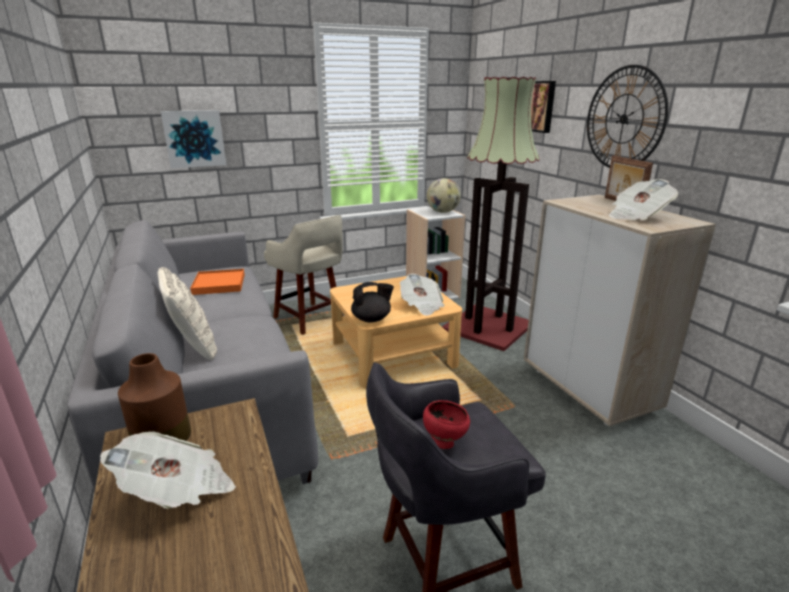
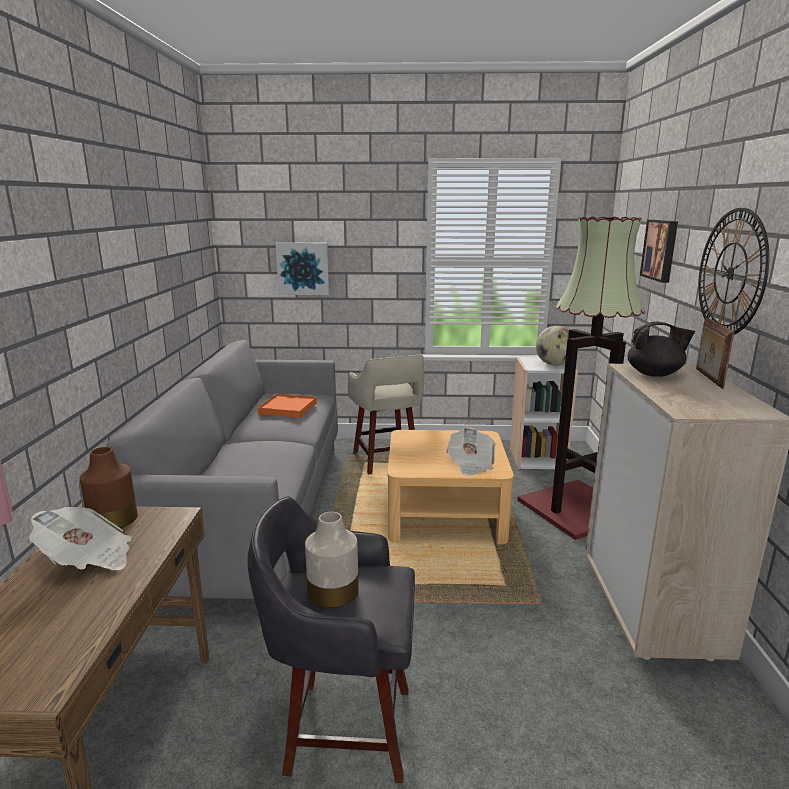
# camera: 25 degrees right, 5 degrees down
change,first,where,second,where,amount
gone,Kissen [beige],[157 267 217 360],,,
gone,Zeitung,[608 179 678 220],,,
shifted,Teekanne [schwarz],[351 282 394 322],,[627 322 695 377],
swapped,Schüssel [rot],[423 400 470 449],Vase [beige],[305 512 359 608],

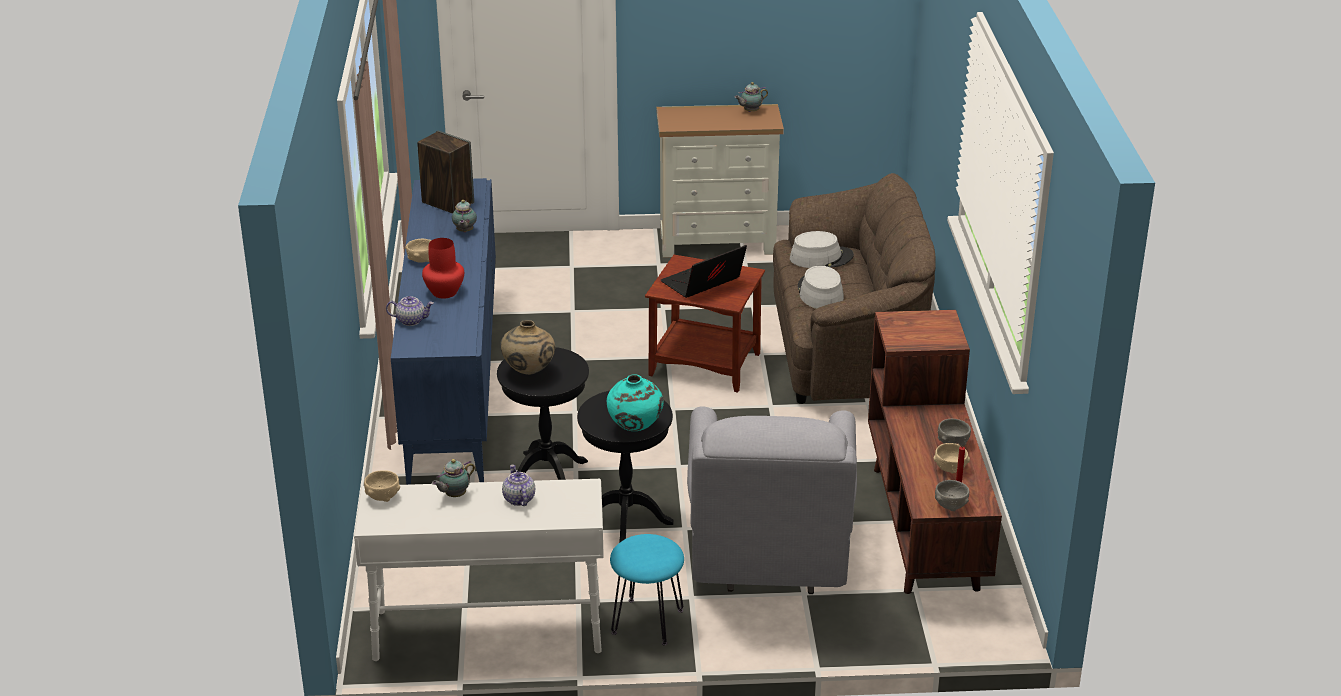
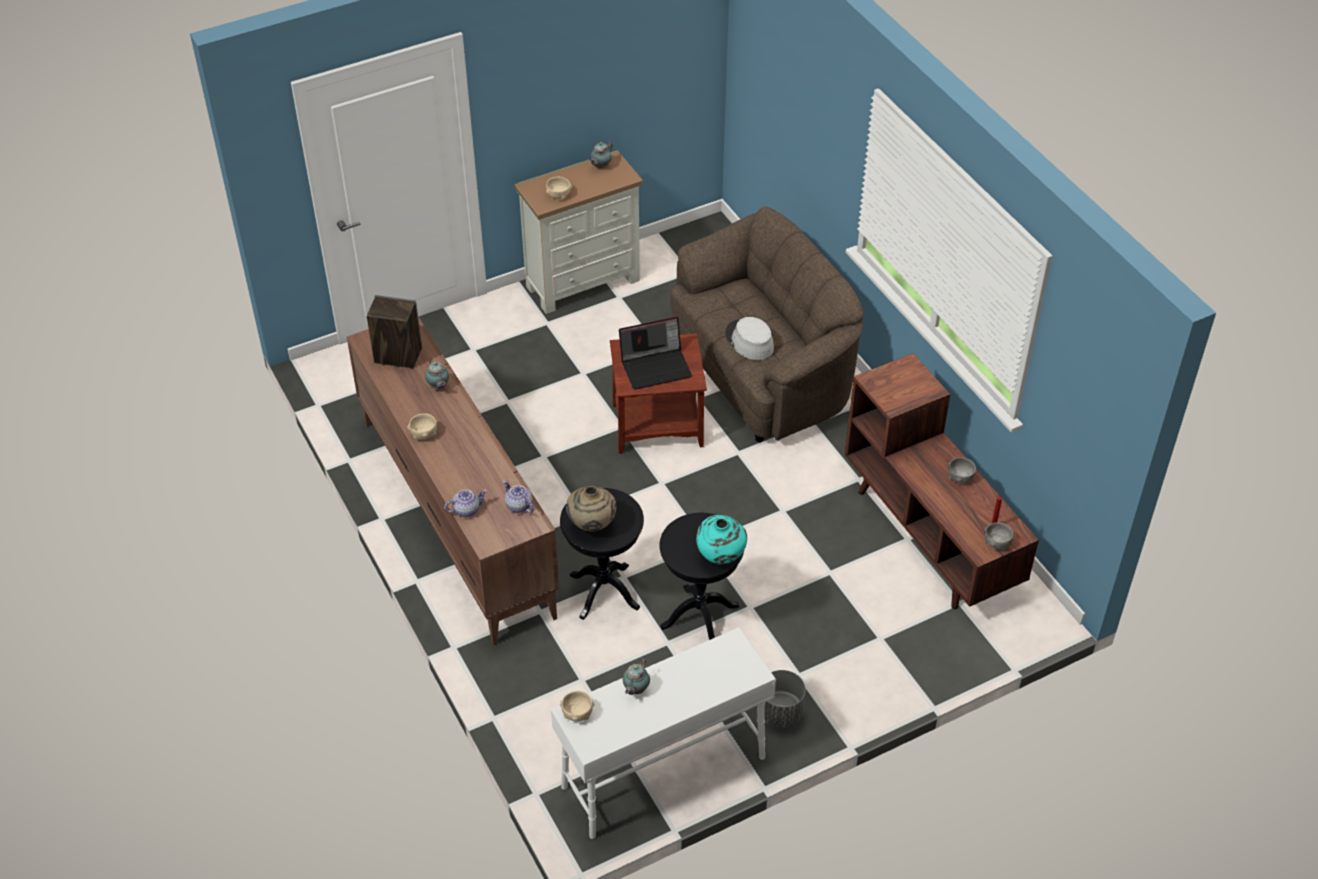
# camera: 25 degrees left, 15 degrees up
change,first,where,second,where,amount
gone,Vase [rot],[422 238 464 299],,,
gone,Sessel [grau],[687 406 857 594],,,
gone,Hut [grau],[790 231 854 268],,,
shifted,Teekanne,[502 465 535 506],,[503 480 534 513],
shifted,Schüssel [beige],[934 443 970 473],,[546 177 572 199],
swapped,Hocker [türkis],[610 534 684 646],Pflanzkübel [grau],[764 670 806 728],
repainted,Schrank [blau],[391 178 496 485],Schrank [braun],[347 317 559 646],
rotated,Laptop,[661 245 747 298],,[619 317 692 389],135 degrees counterclockwise

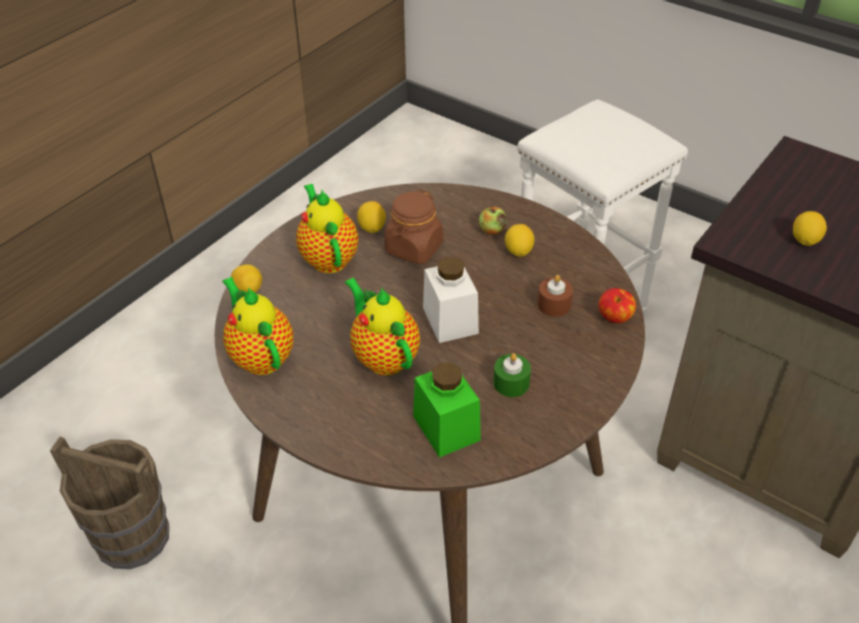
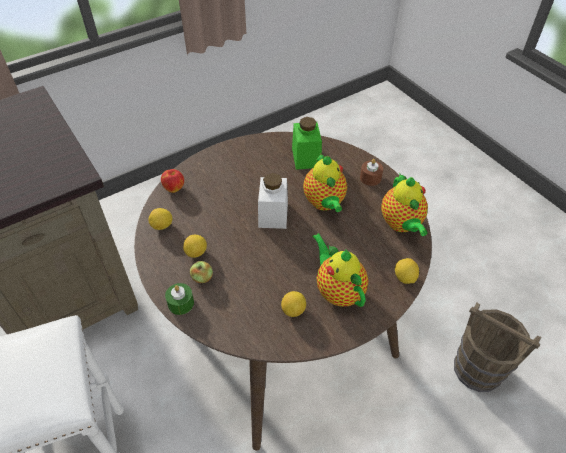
# camera: 160 degrees left, 5 degrees up
change,first,where,second,where,amount
gone,Vorratsglas [braun],[384 190 443 264],,,
shifted,Kerze [grün],[493 353 531 397],,[165 283 194 315],
shifted,Kerze [braun],[538 275 573 317],,[360 159 383 186],
shifted,Zitrone,[793 211 827 246],,[148 208 172 230],
rotated,Teekanne,[296 184 359 273],,[312 233 368 307],150 degrees clockwise

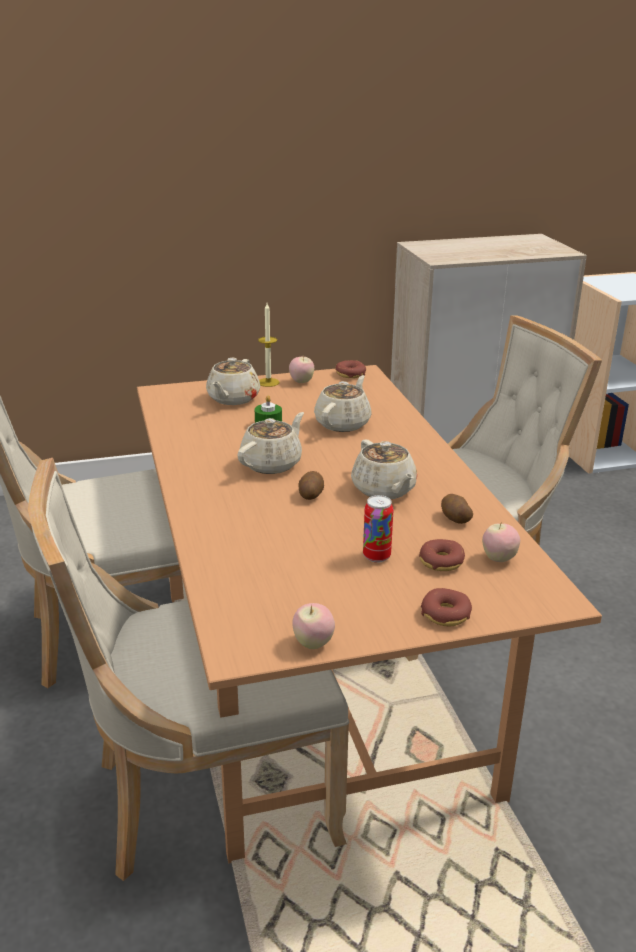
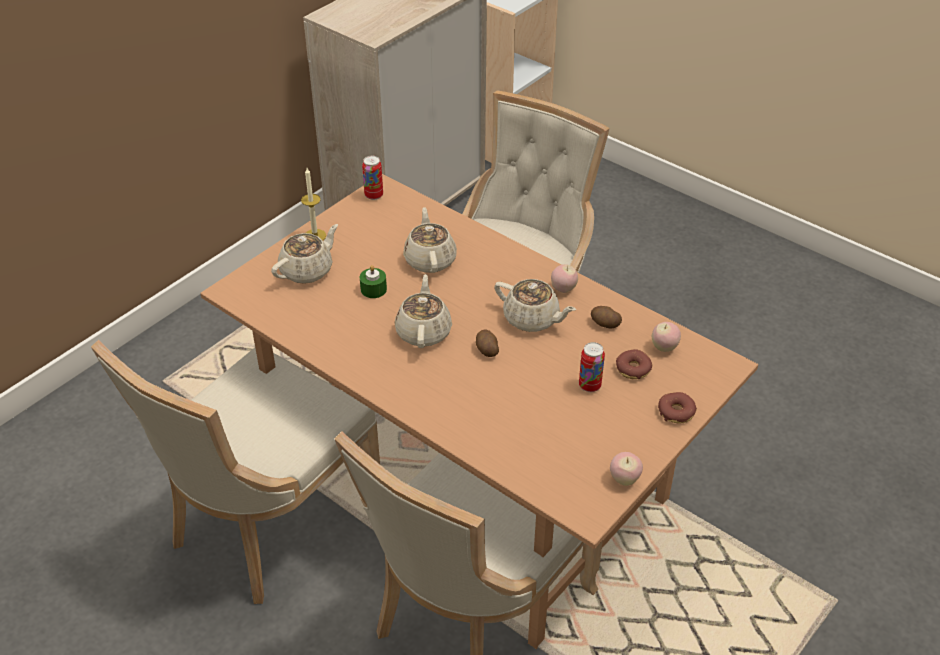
# camera: 35 degrees left, 15 degrees up
change,first,where,second,where,amount
shifted,Apfel,[289 356 314 383],,[551 264 578 293],
swapped,Donut,[335 360 366 378],Dose,[362 156 383 200],
rotated,Teekanne [beige],[206 358 260 405],,[271 224 338 284],120 degrees counterclockwise

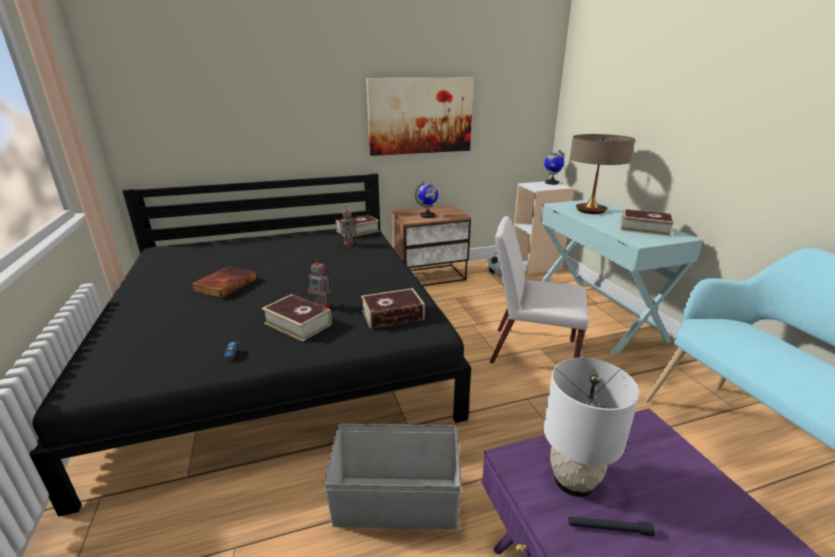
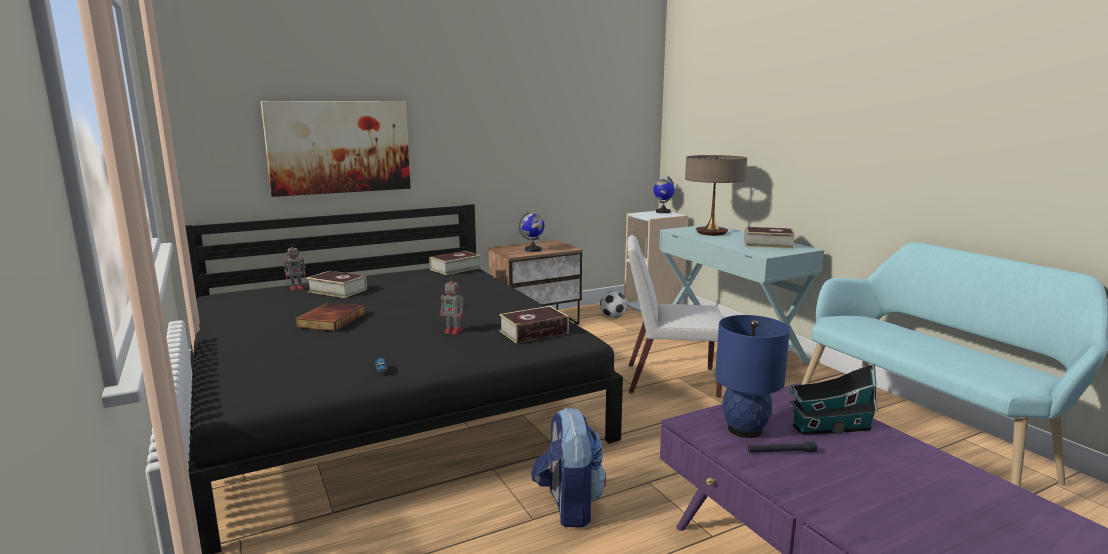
# camera: 10 degrees left, 10 degrees down
change,first,where,second,where,amount
new,,,Spielzeughaus,[790 363 878 435],
shifted,Buch,[262 294 332 342],,[307 271 367 298],
shifted,Spielzeugroboter,[340 207 357 246],,[284 243 306 291],
shifted,Bild,[366 78 474 156],,[261 101 411 197],
swapped,Aufbewahrungsbox [grau],[323 424 462 529],Rucksack,[531 408 606 528],
repainted,Tischlampe [weiß],[544 358 640 497],Tischlampe [blau],[715 315 790 438],

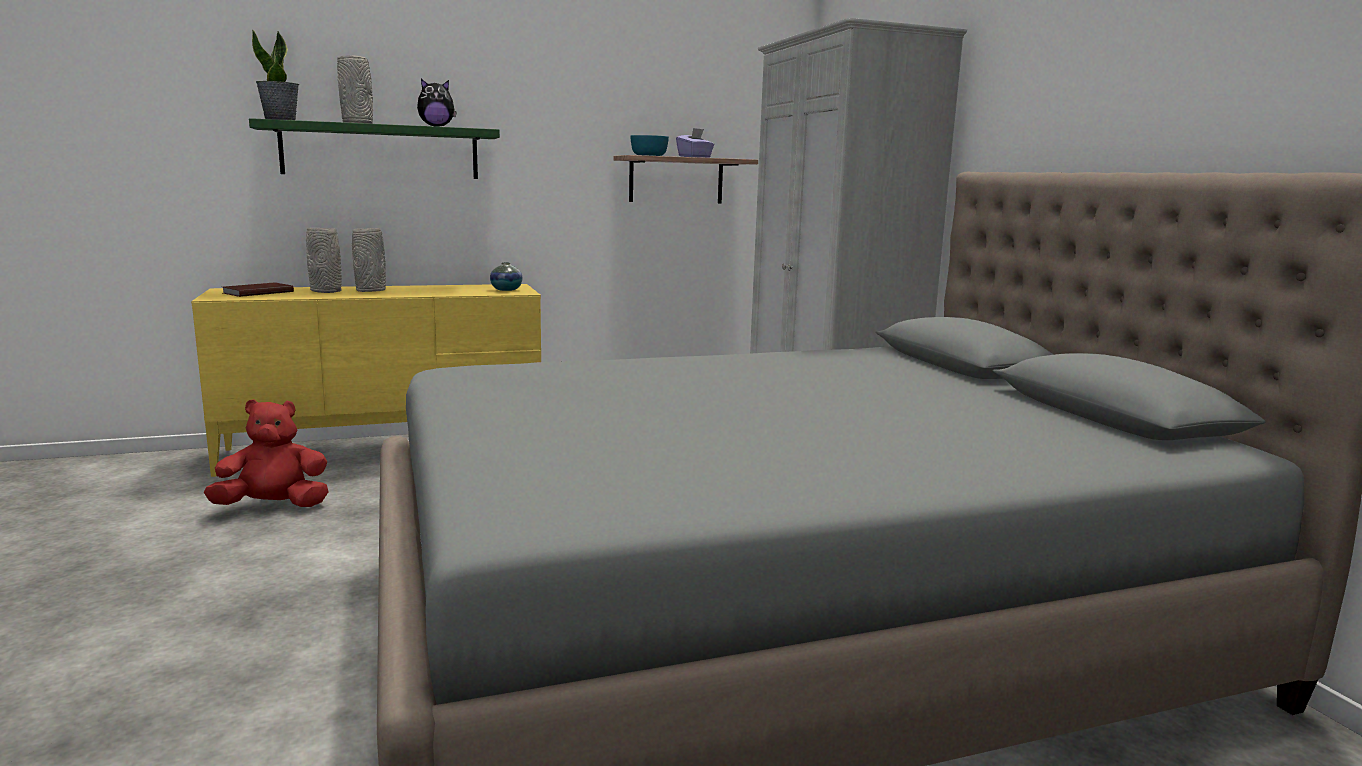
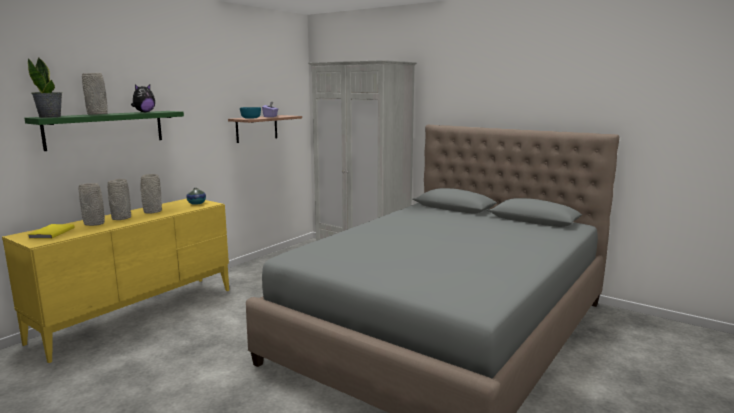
# camera: 35 degrees left, 0 degrees up
change,first,where,second,where,amount
gone,Plüschtier [rot],[204 399 328 507],,,
new,,,Vase [grau],[140 174 162 214],
repainted,Buch [braun],[223 282 294 297],Buch [gelb],[28 224 75 239],

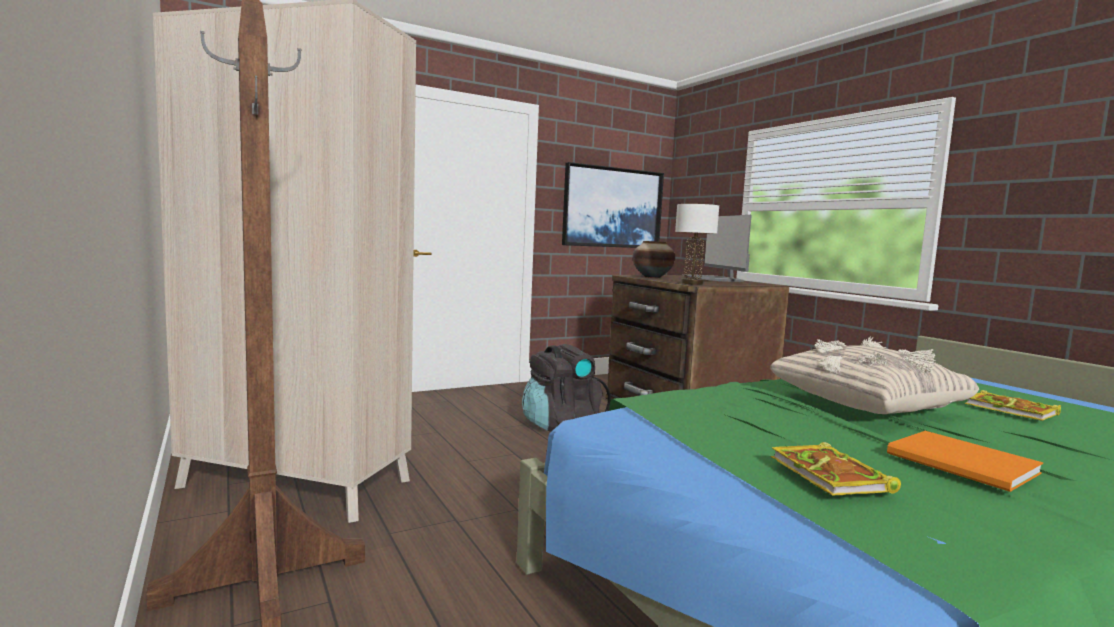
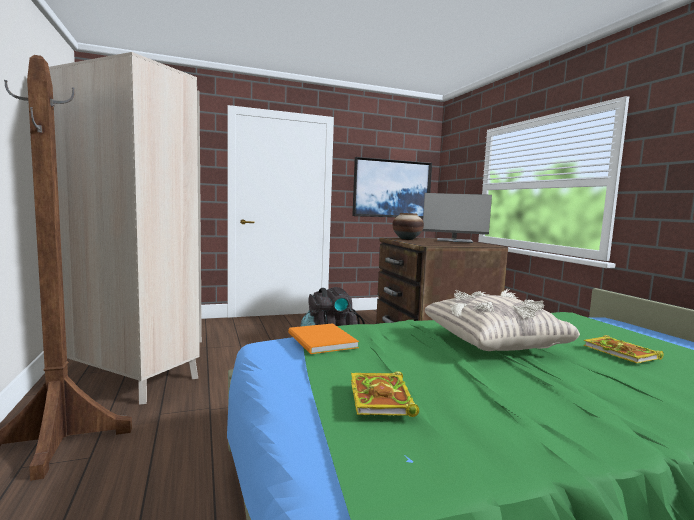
# camera: 10 degrees right, 0 degrees up
change,first,where,second,where,amount
gone,Tischlampe,[675 204 719 285],,,
shifted,Buch [orange],[887 431 1043 492],,[288 323 359 354],
rotated,Monitor,[683 215 752 282],,[422 193 492 243],75 degrees counterclockwise

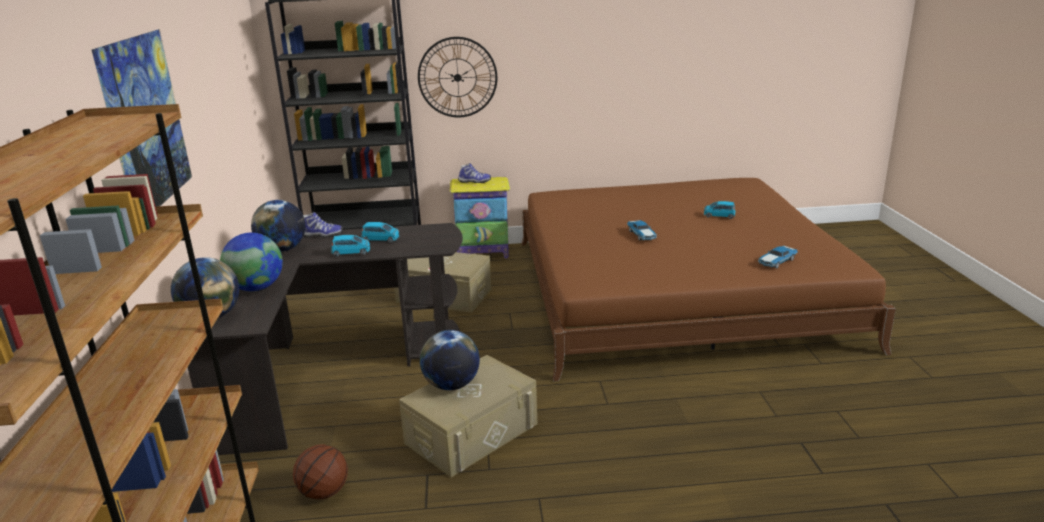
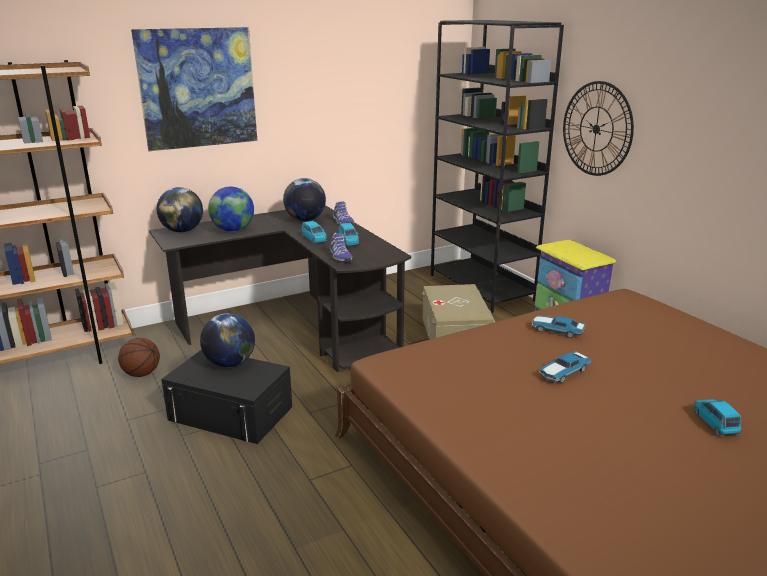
# camera: 65 degrees right, 0 degrees up
change,first,where,second,where,amount
shifted,Schuh,[458 163 491 183],,[330 233 352 263],
shifted,Spielzeugauto,[758 246 798 268],,[532 316 586 338],
repainted,Aufbewahrungsbox [beige],[399 355 538 477],Aufbewahrungsbox [schwarz],[161 349 292 444],

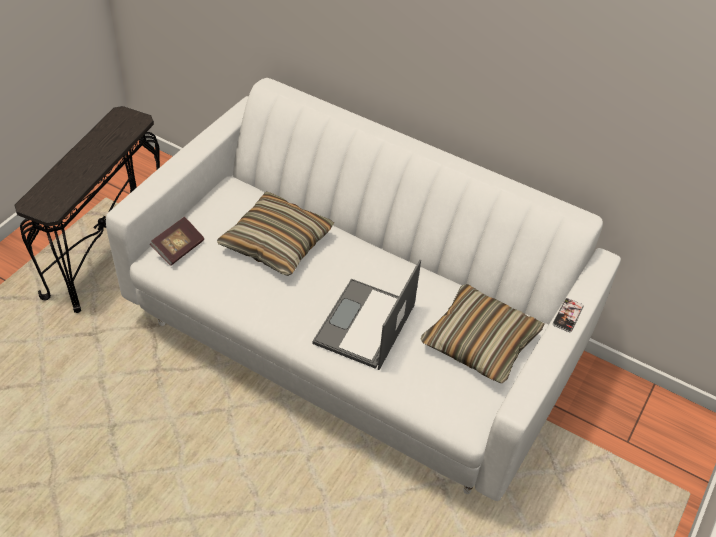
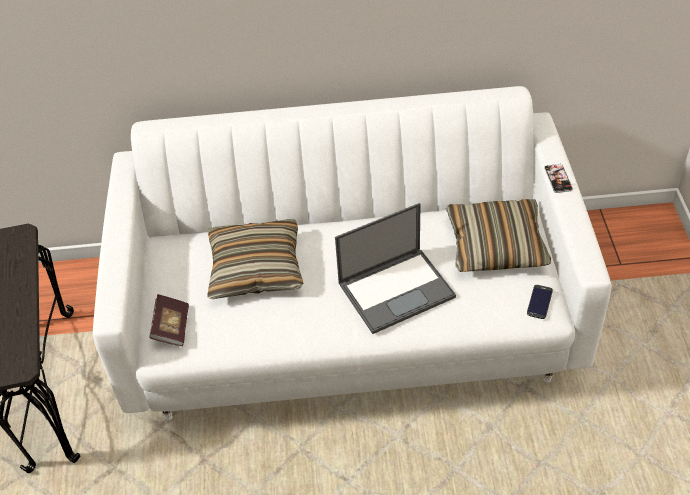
# camera: 30 degrees left, 0 degrees up
change,first,where,second,where,amount
new,,,Handy,[527 285 553 319],
rotated,Laptop,[312 260 421 370],,[335 203 456 334],105 degrees counterclockwise

